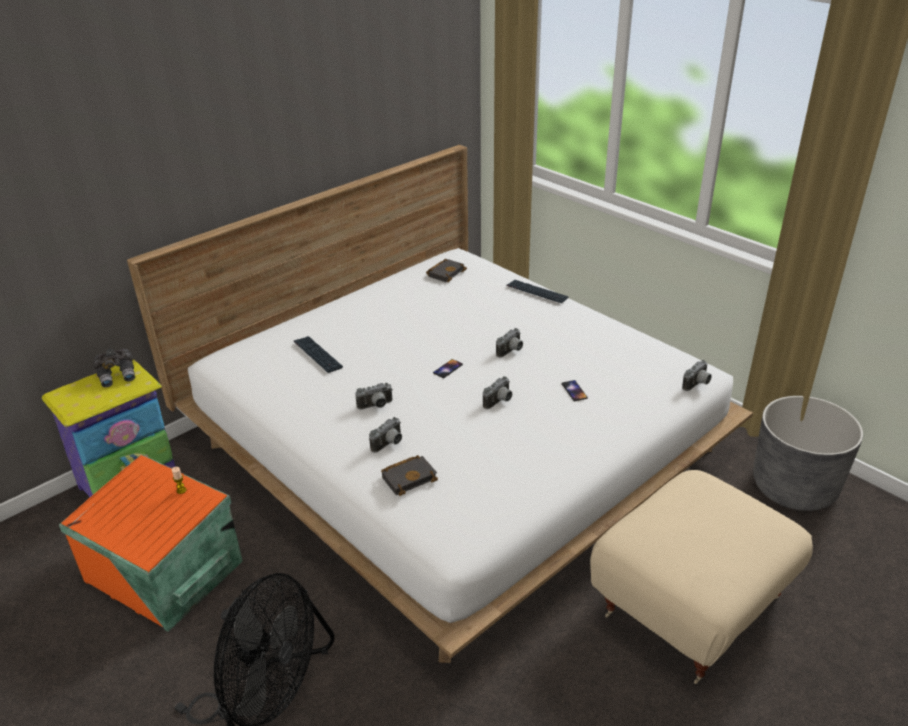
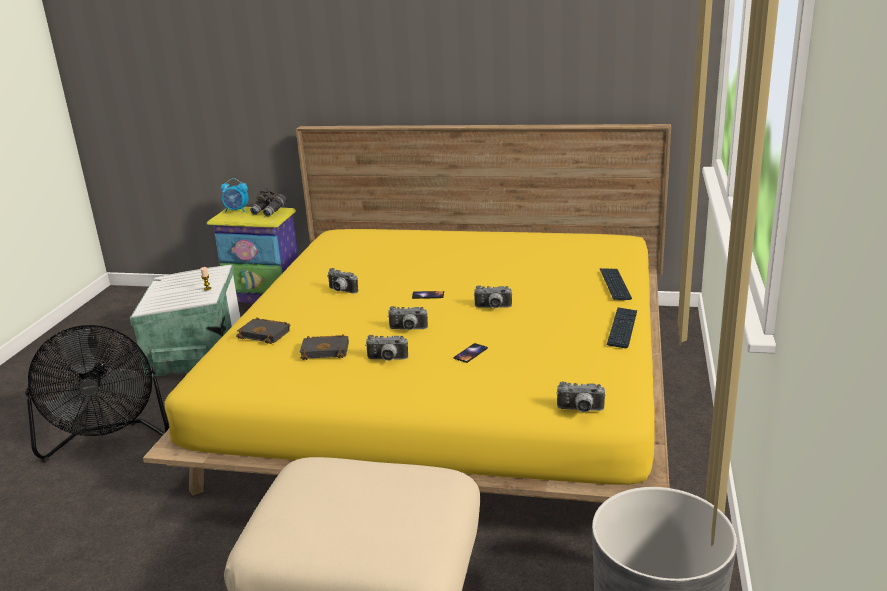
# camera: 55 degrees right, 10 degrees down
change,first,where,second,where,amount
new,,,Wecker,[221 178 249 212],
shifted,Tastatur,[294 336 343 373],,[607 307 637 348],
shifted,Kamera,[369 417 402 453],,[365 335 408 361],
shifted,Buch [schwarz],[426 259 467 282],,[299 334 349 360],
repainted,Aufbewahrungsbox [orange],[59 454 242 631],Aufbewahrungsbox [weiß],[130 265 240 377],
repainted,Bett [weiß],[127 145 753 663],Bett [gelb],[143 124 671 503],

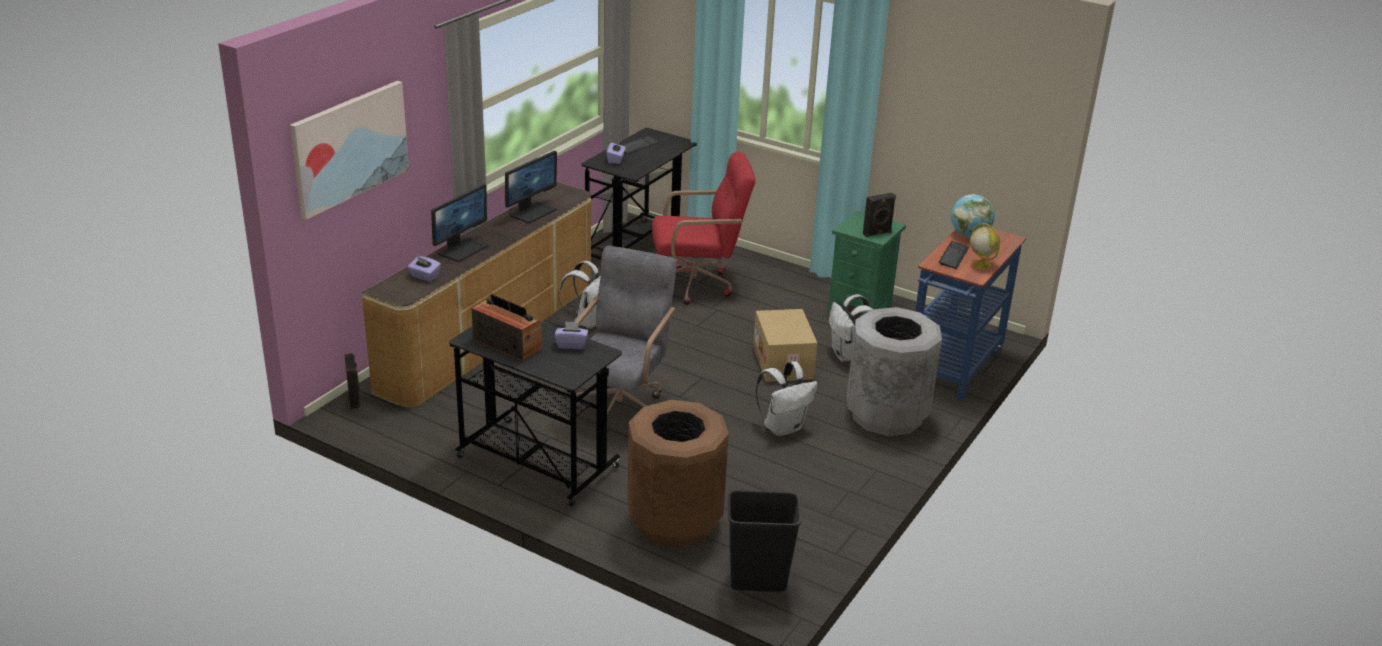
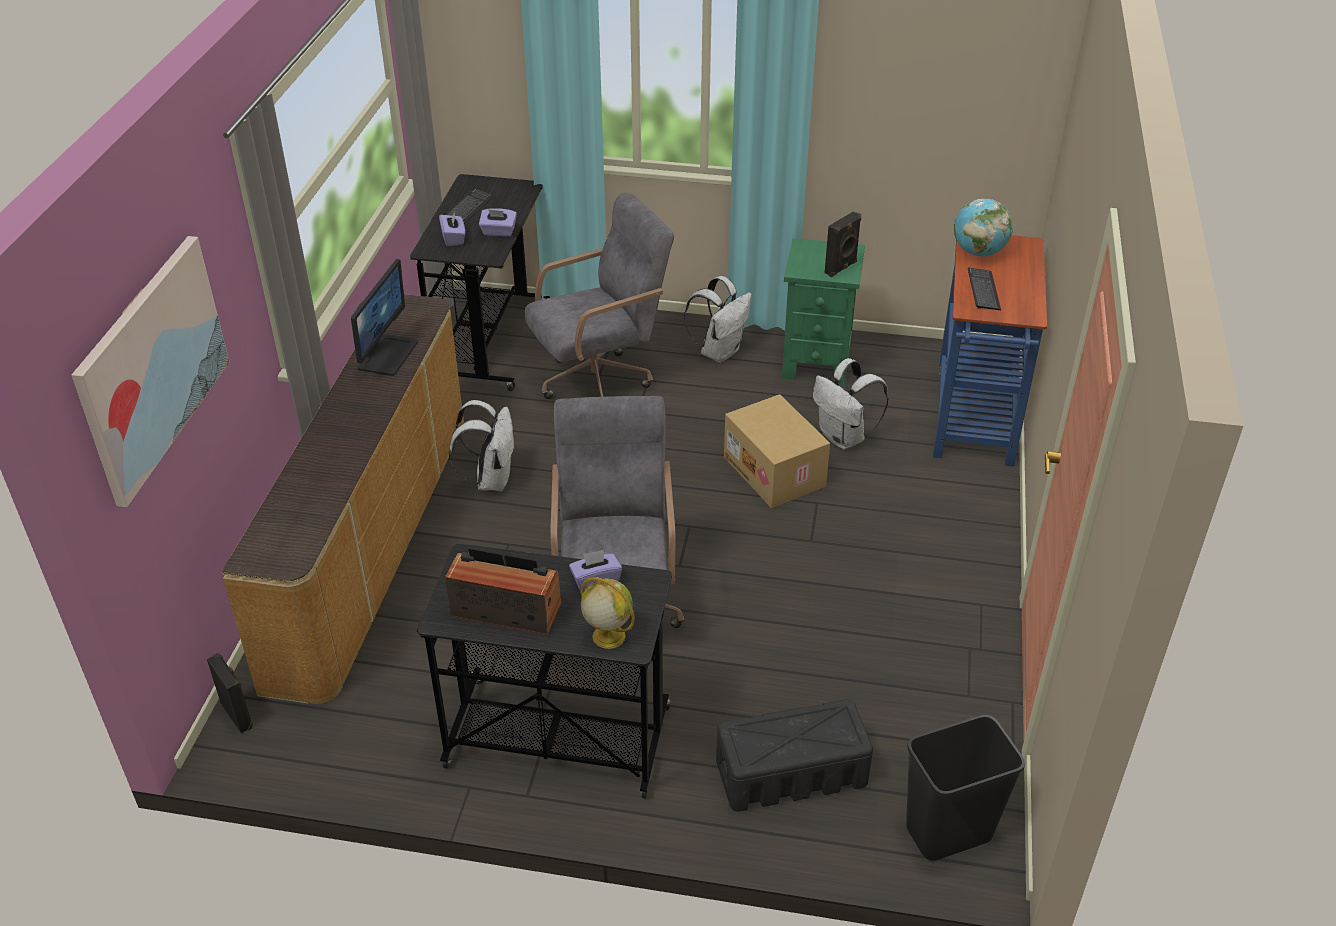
# camera: 20 degrees left, 10 degrees up
change,first,where,second,where,amount
gone,Monitor,[431 184 488 262],,,
gone,Mülleimer [grau],[847 307 942 436],,,
shifted,Taschentuchbox [lila],[407 256 441 282],,[479 208 517 237],
shifted,Rucksack [weiß],[756 361 818 436],,[684 276 752 362],
shifted,Globus,[970 223 1000 270],,[581 577 635 649],
swapped,Mülleimer [braun],[627 400 729 547],Aufbewahrungsbox [schwarz],[716 699 873 812],
repainted,Bürostuhl [rot],[652 152 756 305],Bürostuhl [grau],[525 193 674 399],

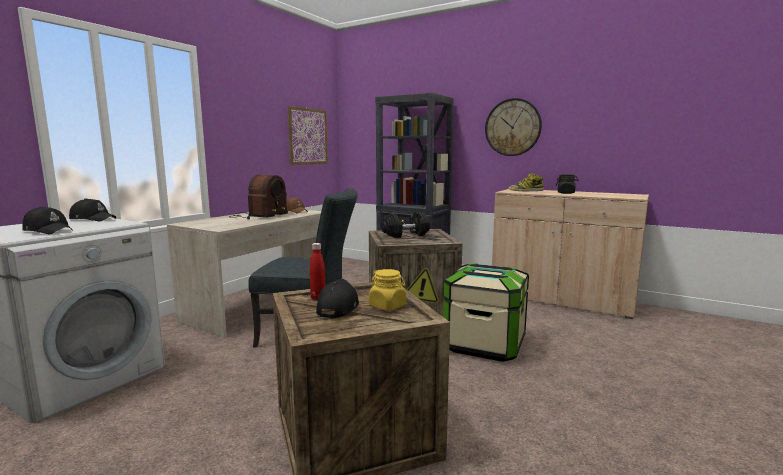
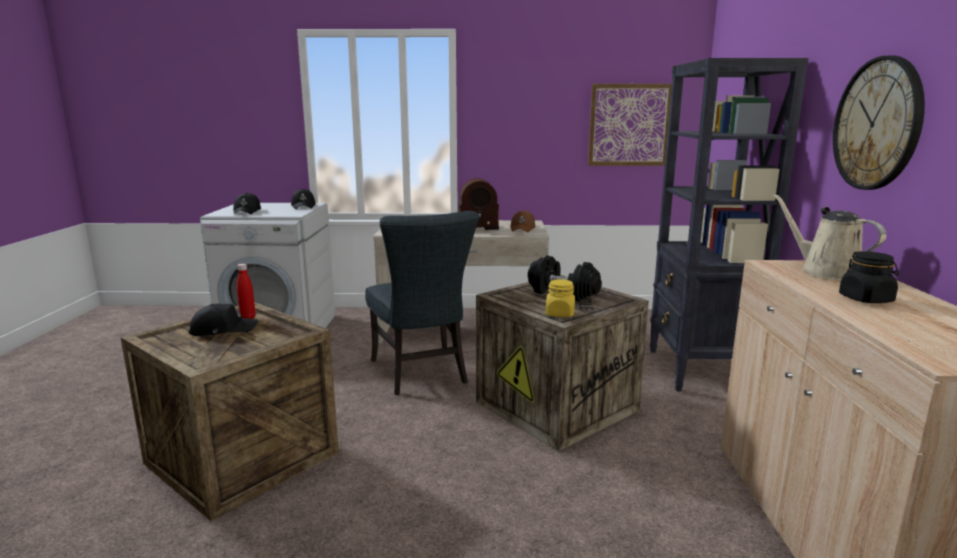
# camera: 60 degrees right, 5 degrees up
change,first,where,second,where,amount
gone,Aufbewahrungsbox,[443 263 529 362],,,
shifted,Vorratsglas [gelb],[369 269 406 311],,[546 279 575 317],
swapped,Stiefel,[508 173 544 192],Gießkanne [beige],[773 194 886 280],

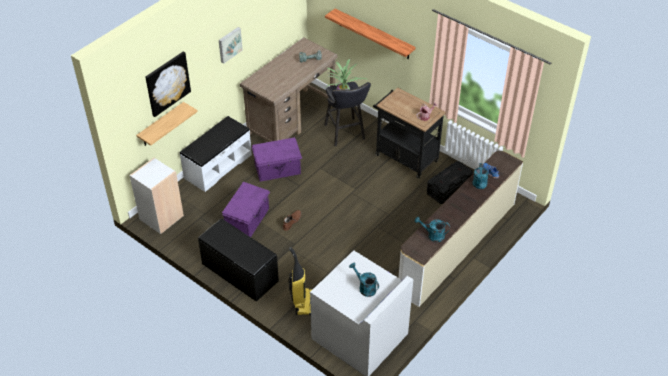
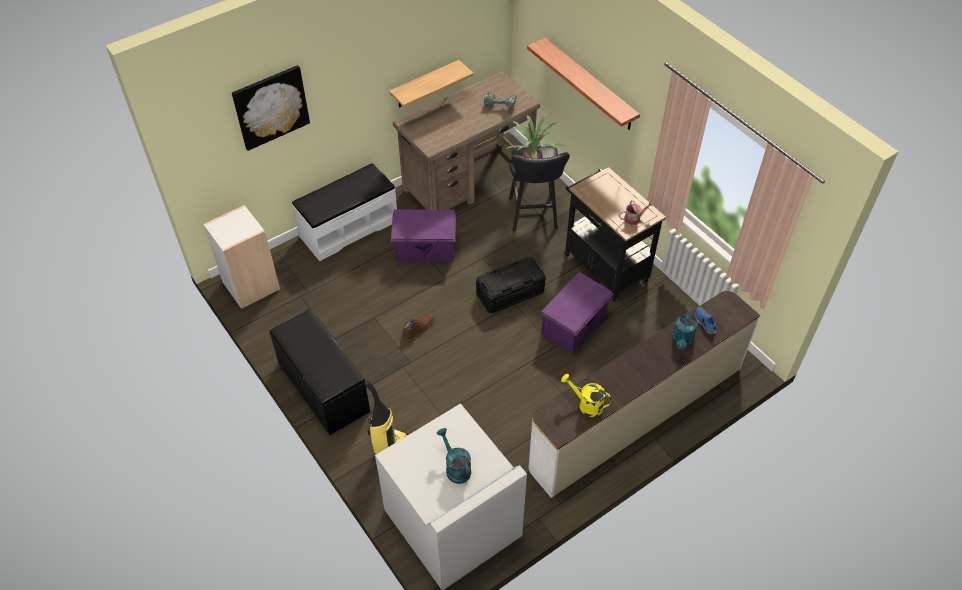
# camera: 15 degrees right, 5 degrees up
change,first,where,second,where,amount
gone,Bild,[219 27 243 64],,,
shifted,Wandregal,[136 102 198 146],,[389 60 474 108],
shifted,Aufbewahrungsbox [lila],[222 182 270 237],,[541 272 614 354],
shifted,Aufbewahrungsbox [schwarz],[427 161 473 204],,[476 257 546 313],
repainted,Gießkanne [türkis],[415 217 450 242],Gießkanne [gelb],[561 374 612 417],

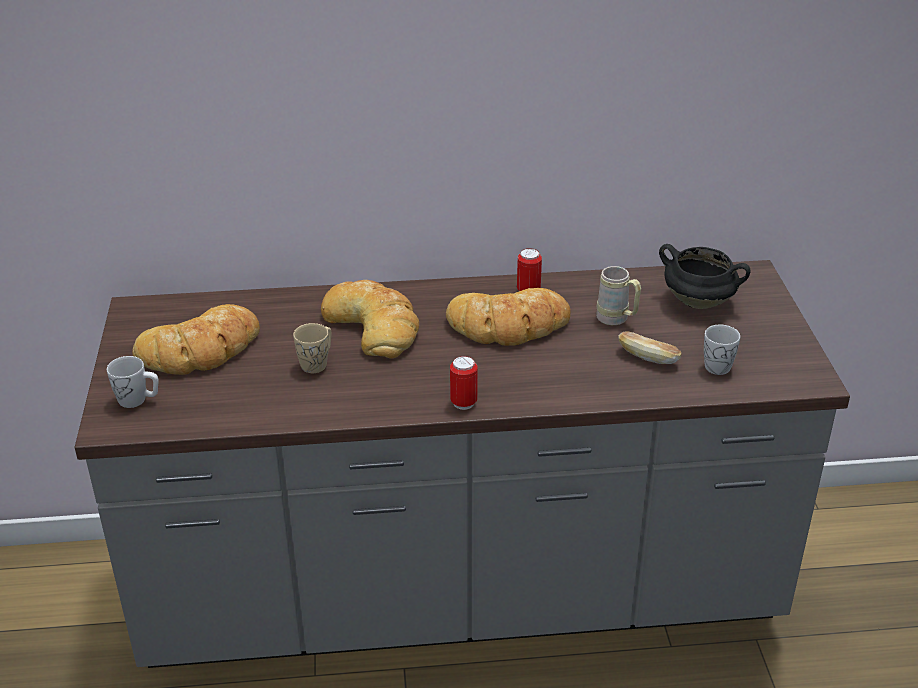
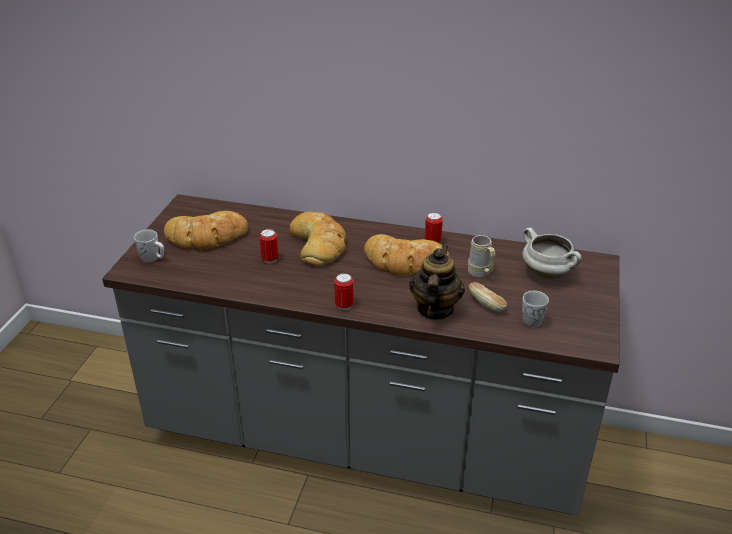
# camera: 20 degrees right, 0 degrees up
change,first,where,second,where,amount
new,,,Teekanne,[409 245 465 320],
swapped,Henkelbecher [beige],[293 323 331 373],Dose,[259 229 278 264],
repainted,Kochtopf [schwarz],[659 244 751 309],Kochtopf [weiß],[522 228 582 279],

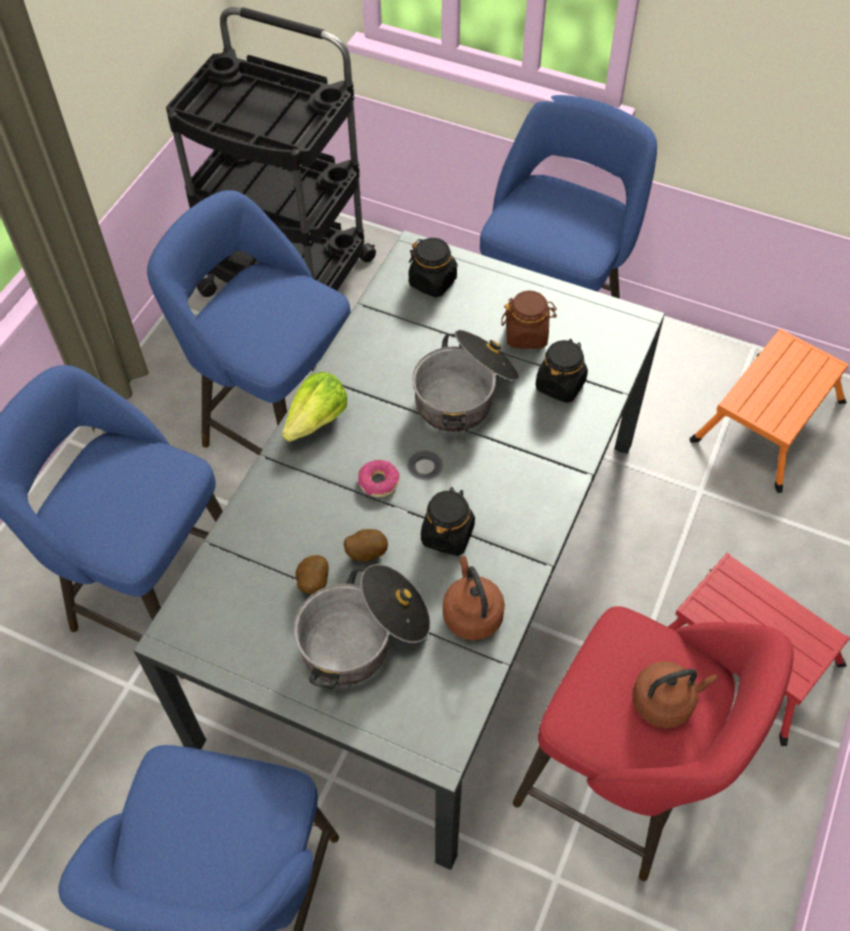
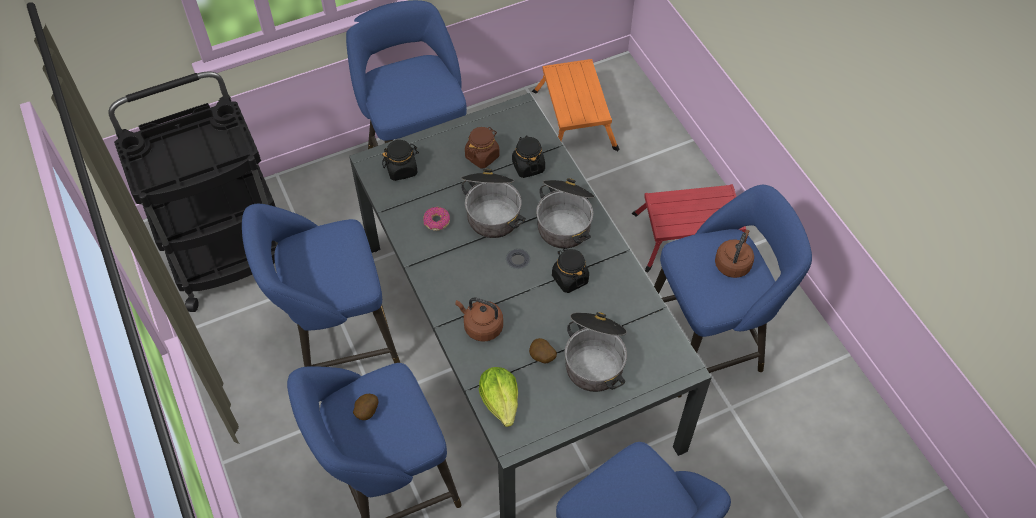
# camera: 50 degrees left, 0 degrees up
change,first,where,second,where,amount
new,,,Kochtopf,[536 178 595 249],
shifted,Salatkopf,[282 372 347 442],,[479 367 518 427],
shifted,Kartoffel,[344 529 388 561],,[353 394 378 420],
shifted,Donut,[358 460 399 497],,[423 207 450 231],
shifted,Wasserkessel [braun],[443 556 505 640],,[455 297 503 342],
repainted,Hocker [rot],[513 606 794 881],Hocker [blau],[641 185 812 397],

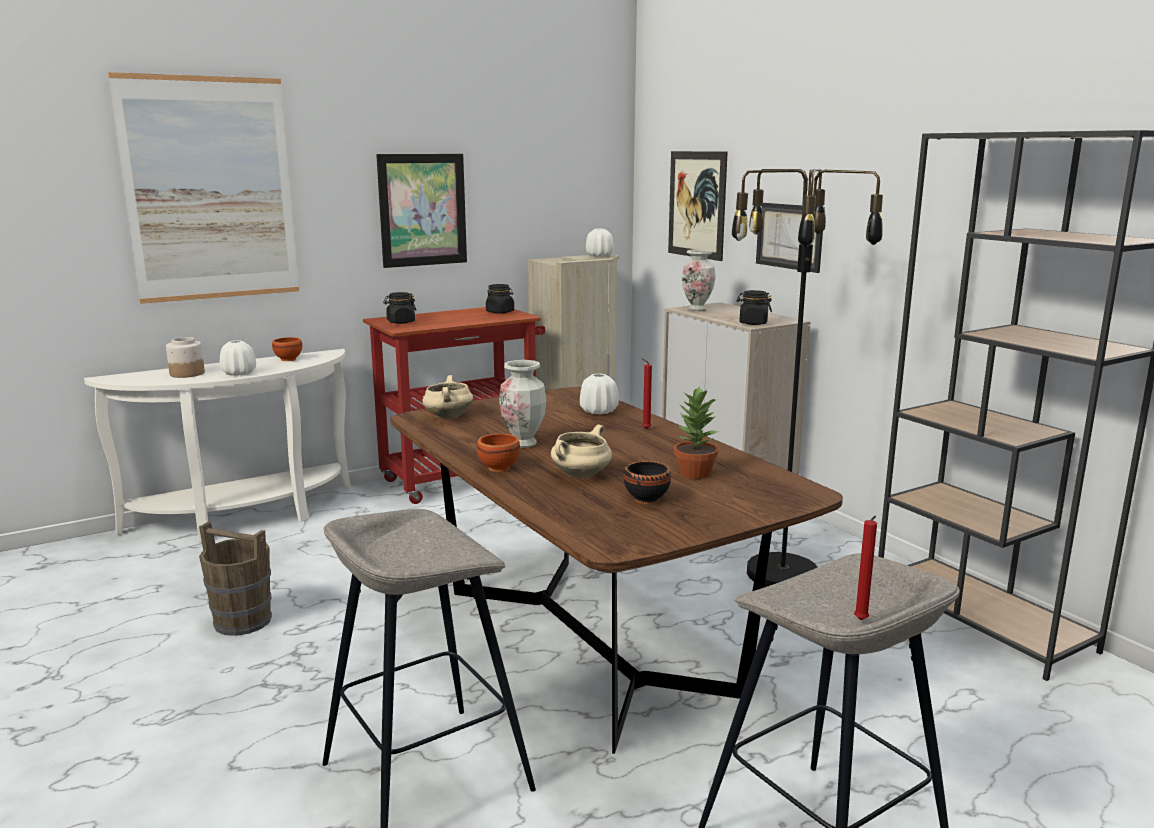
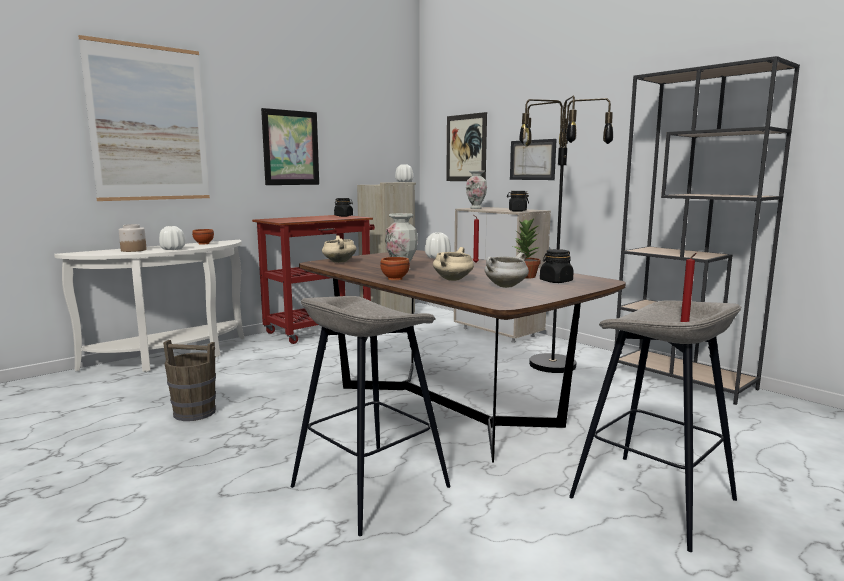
# camera: 10 degrees left, 5 degrees down
change,first,where,second,where,amount
shifted,Vorratsglas [schwarz],[383 292 416 324],,[540 249 574 283],
swapped,Schüssel [schwarz],[624 461 671 504],Kochtopf [weiß],[485 252 529 288],

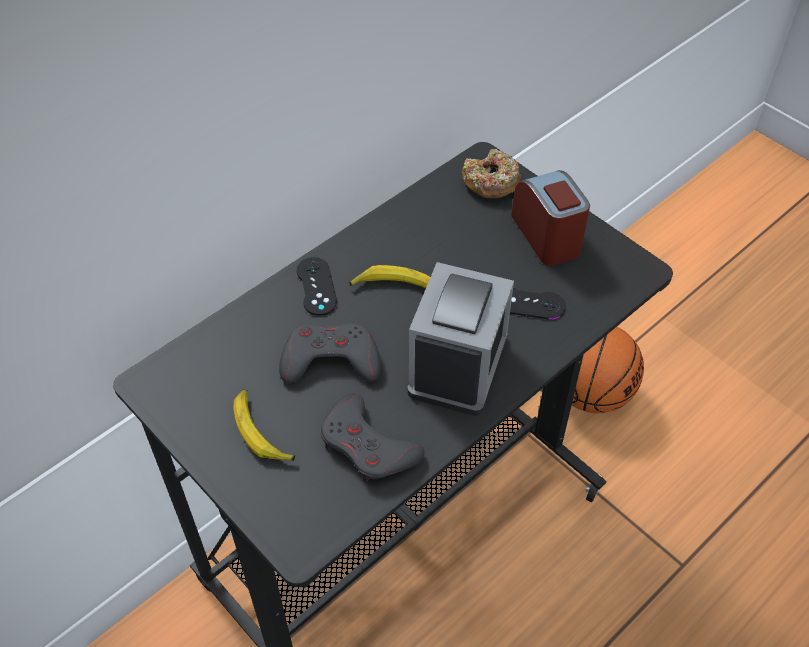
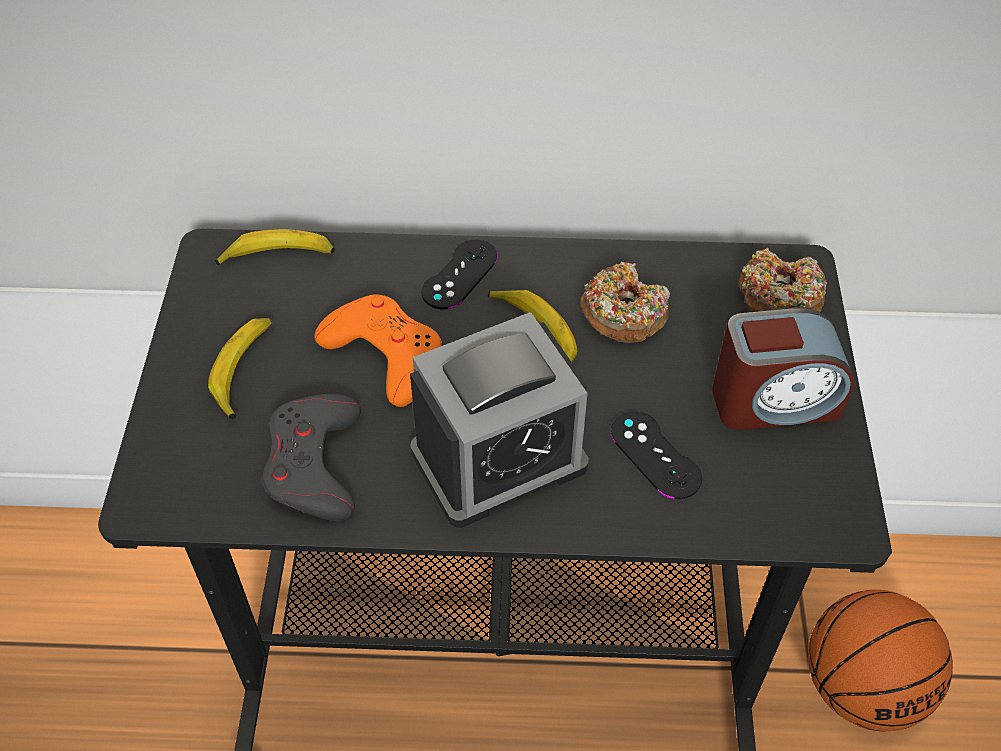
# camera: 45 degrees right, 0 degrees up
change,first,where,second,where,amount
new,,,Banane,[215 229 335 266],
new,,,Donut,[581 262 670 343],
repainted,Gamepad [grau],[279 323 381 383],Gamepad [orange],[314 295 442 407],
rotated,Wecker,[511 170 590 266],,[712 308 854 430],60 degrees clockwise

